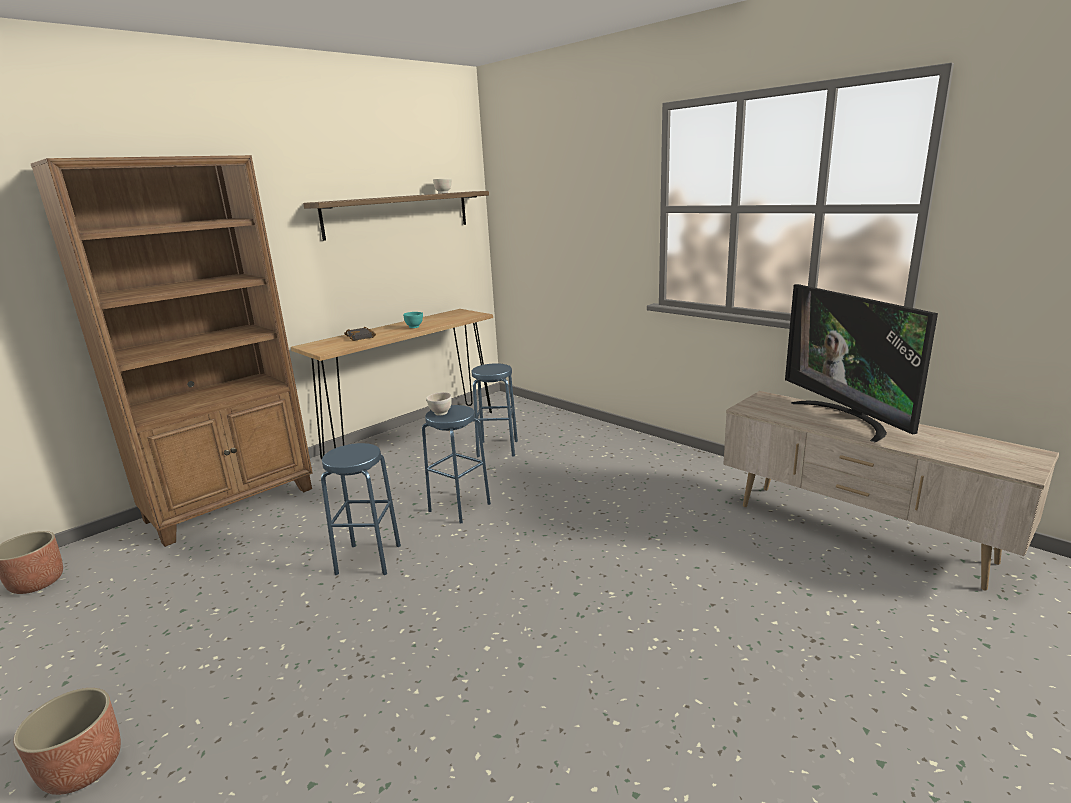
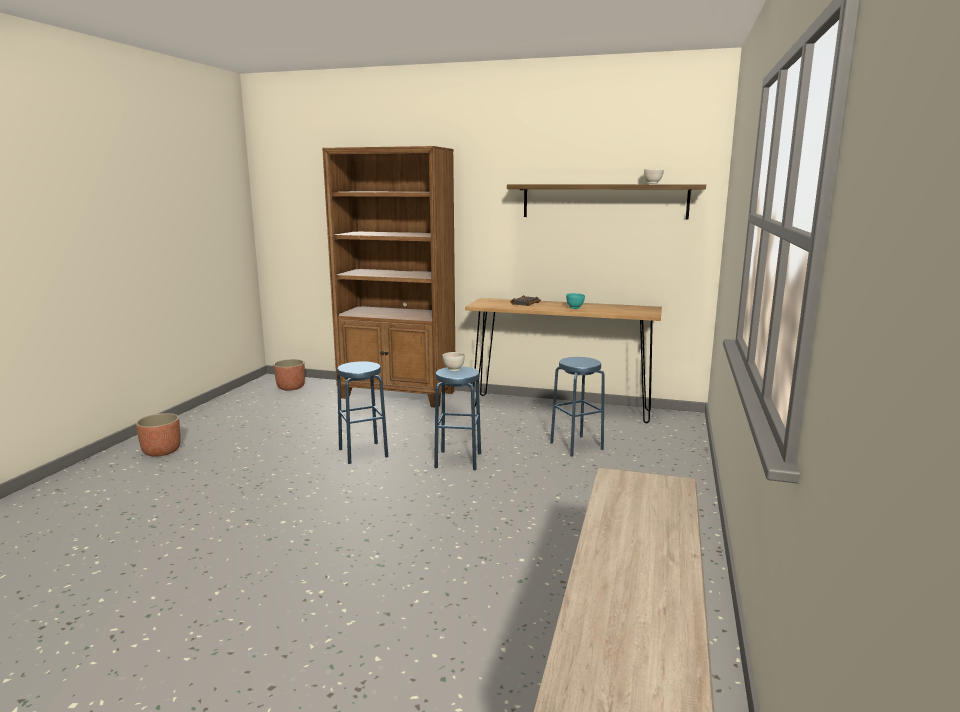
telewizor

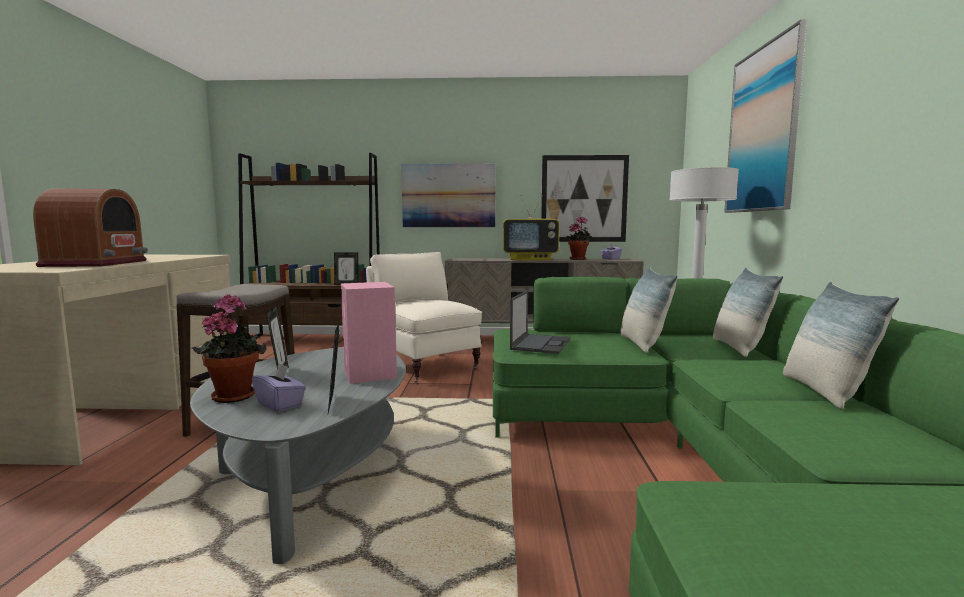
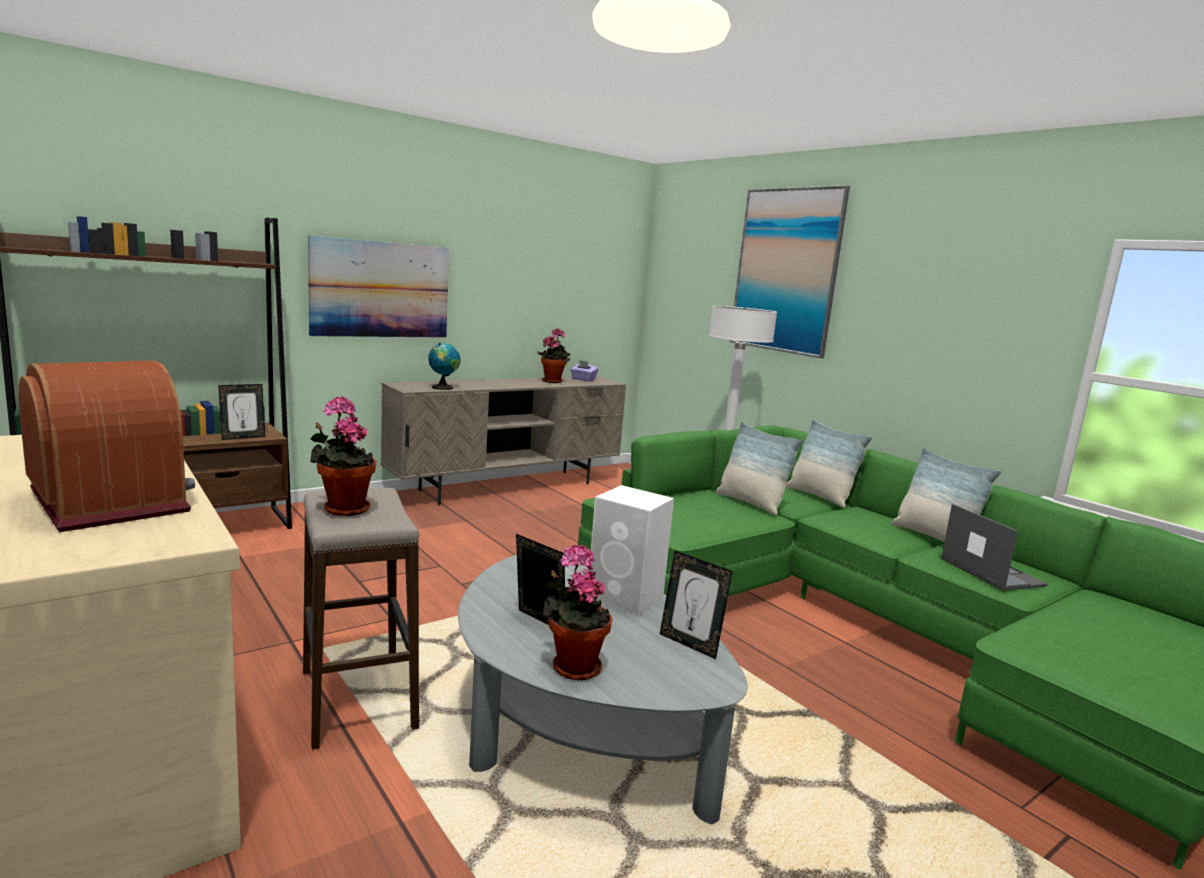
pudełko chusteczek (fioletowy) (1st from left in the first image)
głośnik (biały)
fotel (beżowy)
telewizor
laptop
obraz (2nd from left in the first image)
roślina doniczkowa (1st from left)
globus

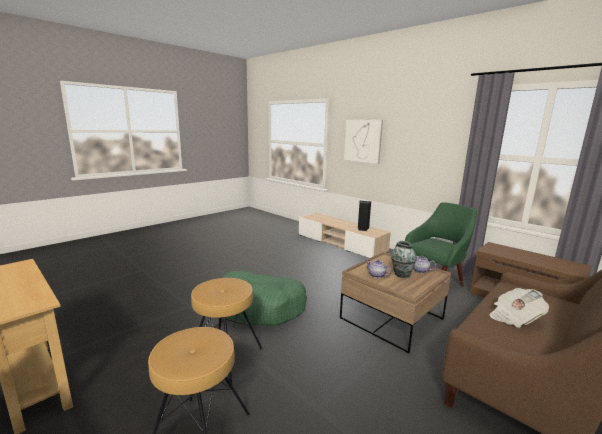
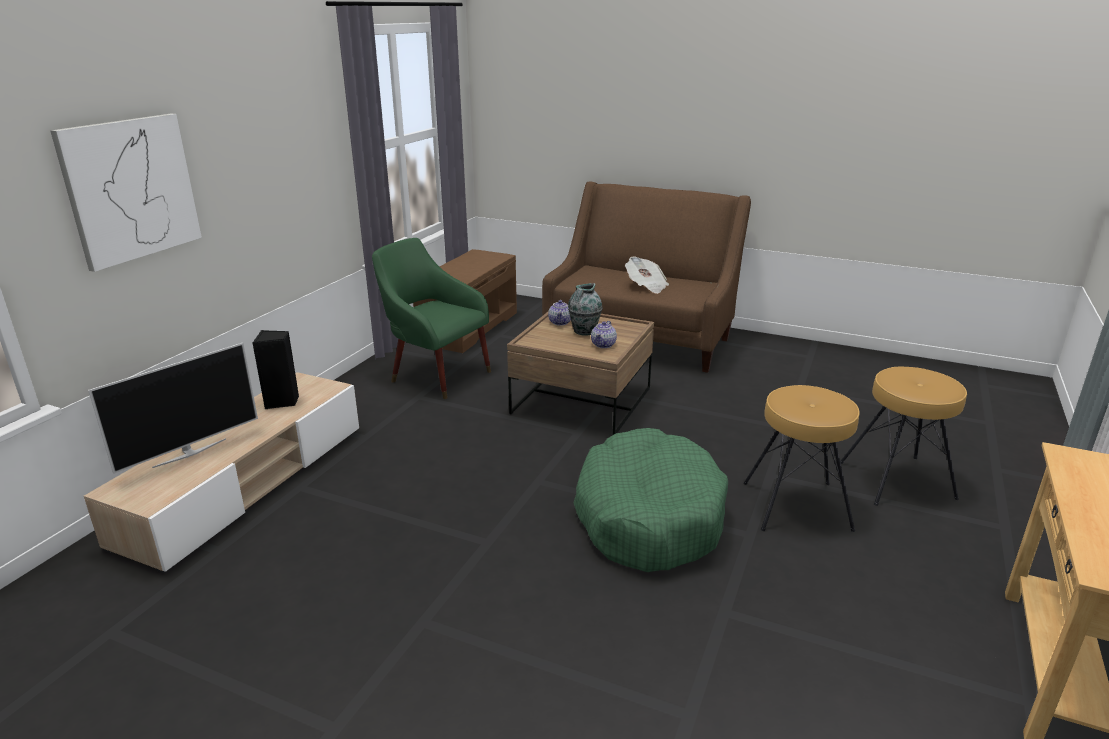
telewizor

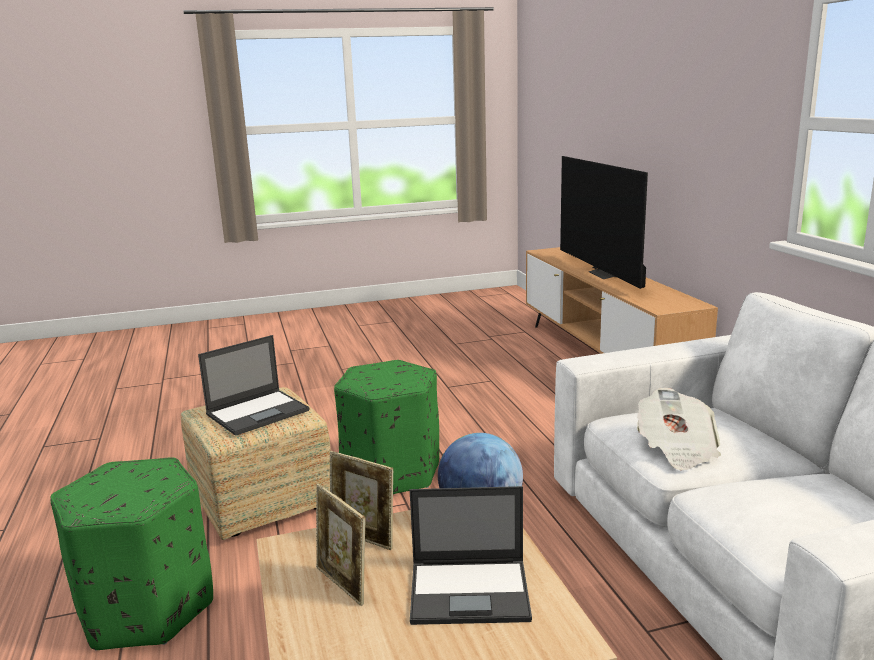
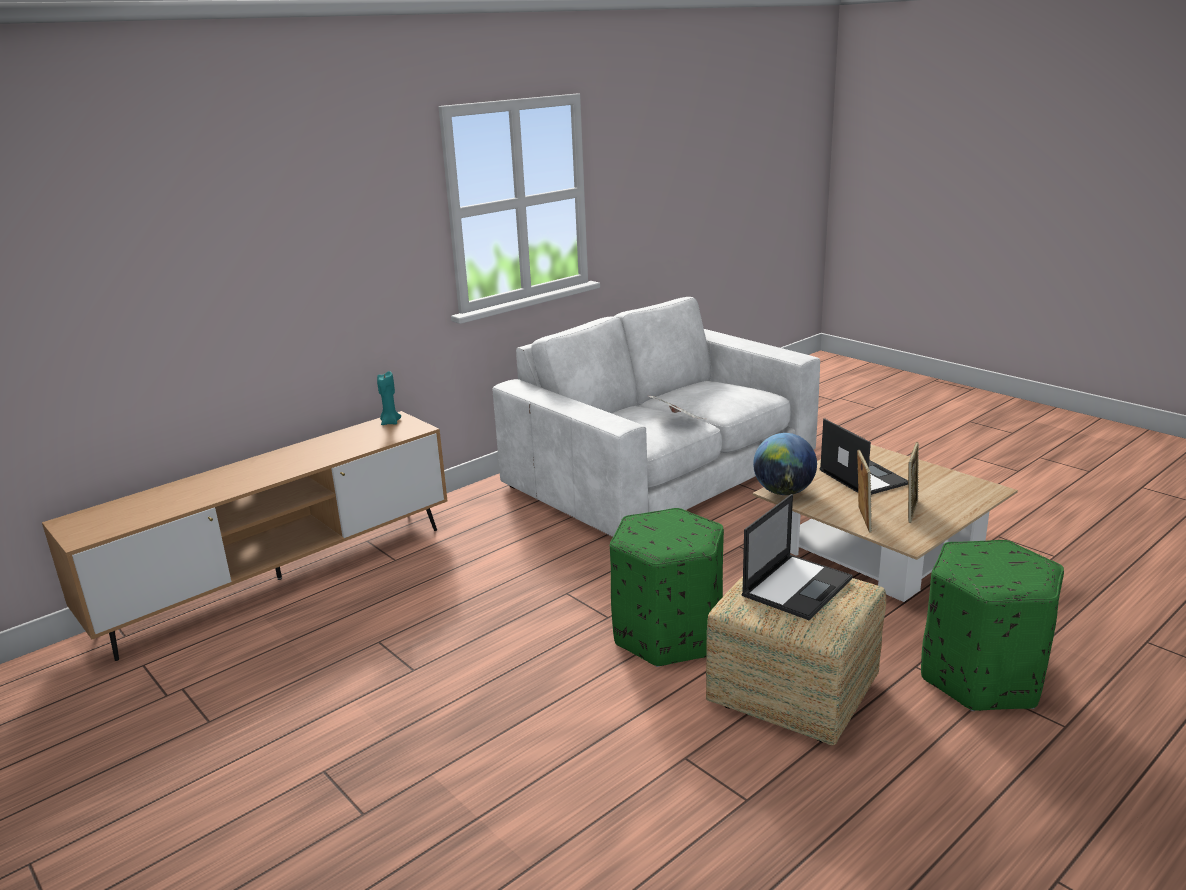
laptop (1st from left)
telewizor
świeca (turkusowy)

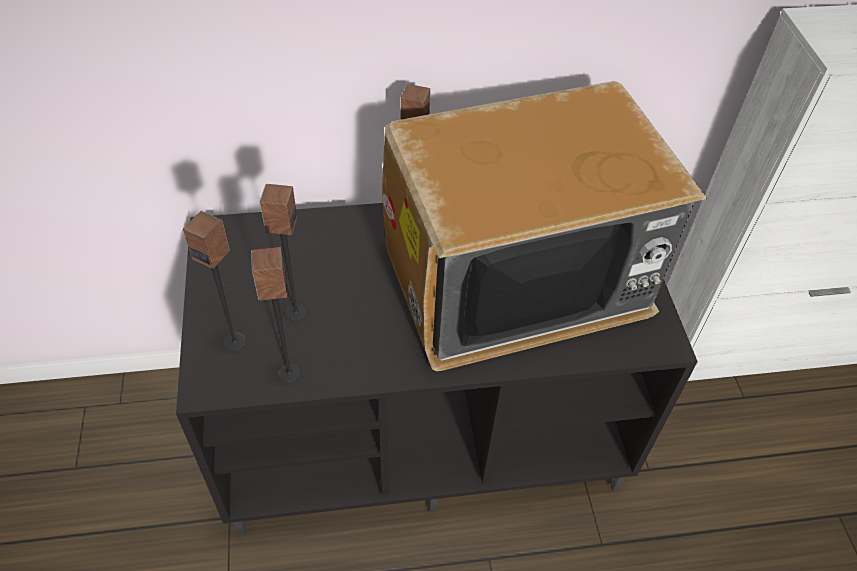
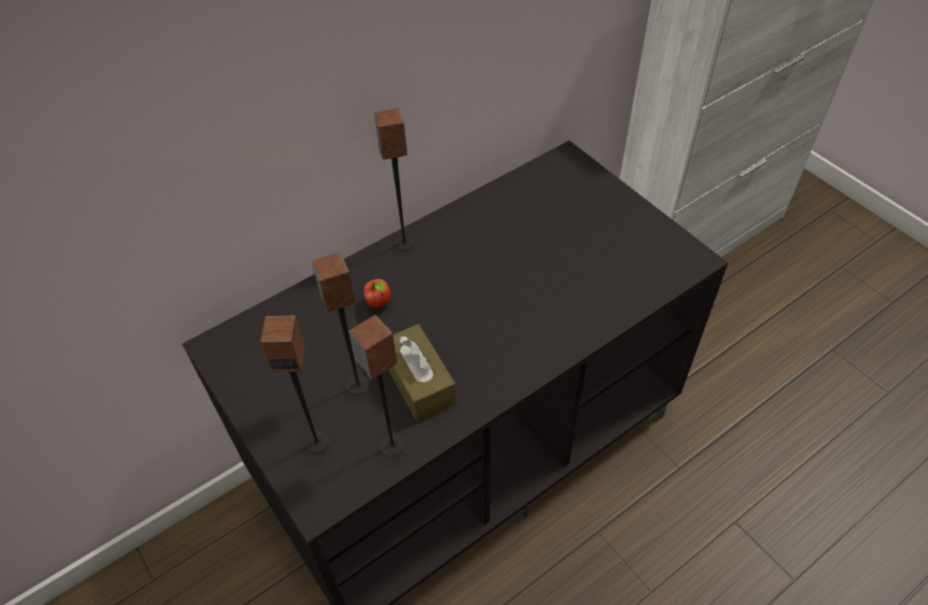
telewizor
jabłko
pudełko chusteczek (brązowy)

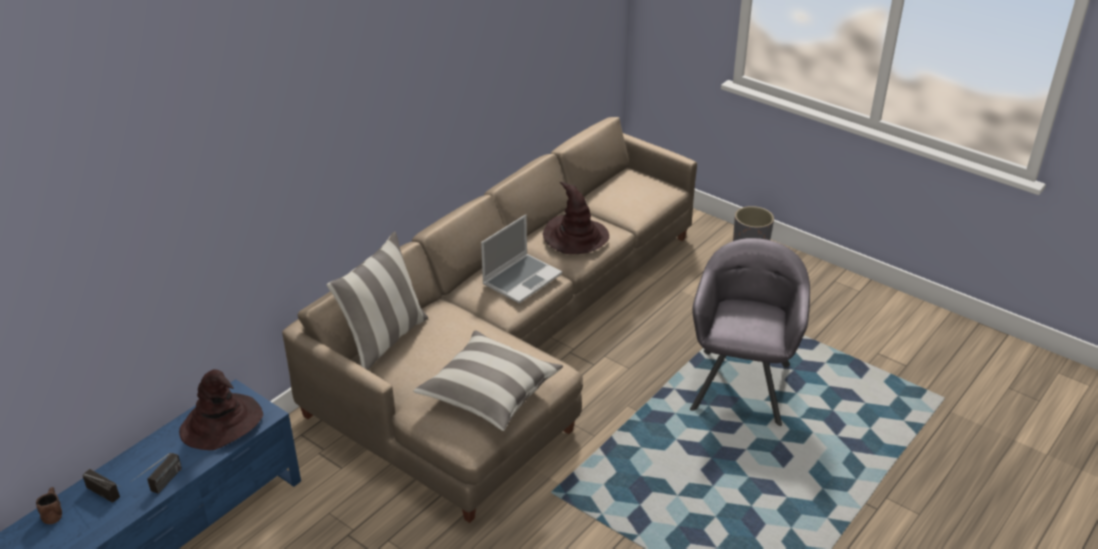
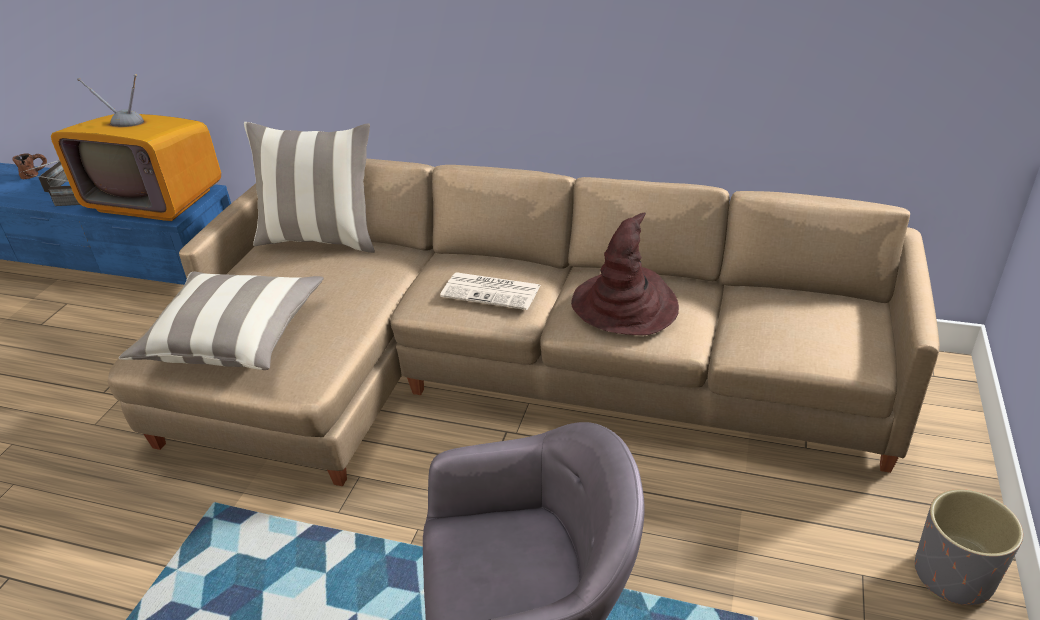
telewizor
gazeta

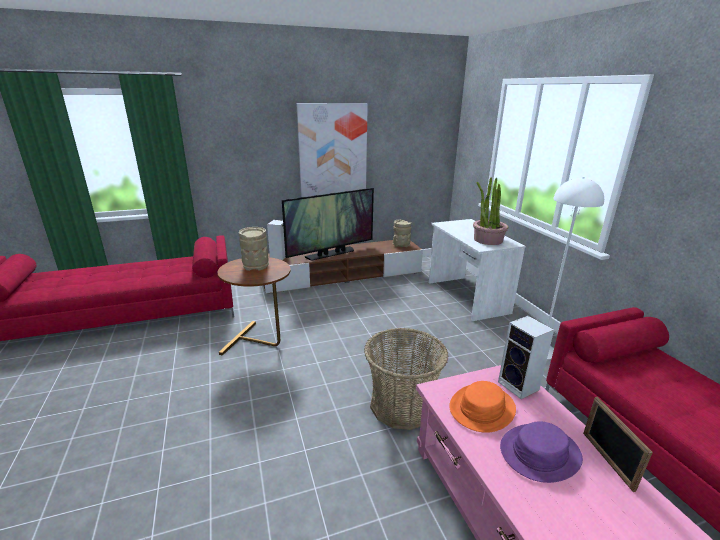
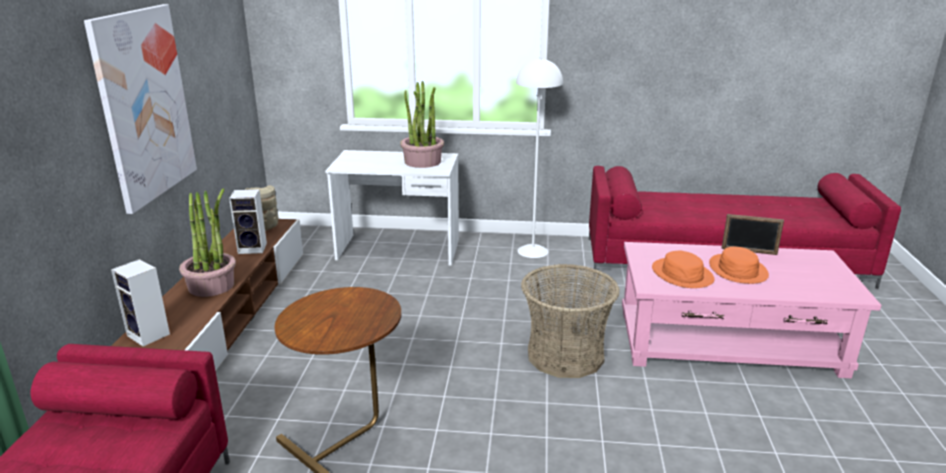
wazon (beżowy) (1st from left in the first image)
roślina doniczkowa (1st from left)
głośnik (2nd from left)
kapelusz (pomarańczowy) (2nd from left)

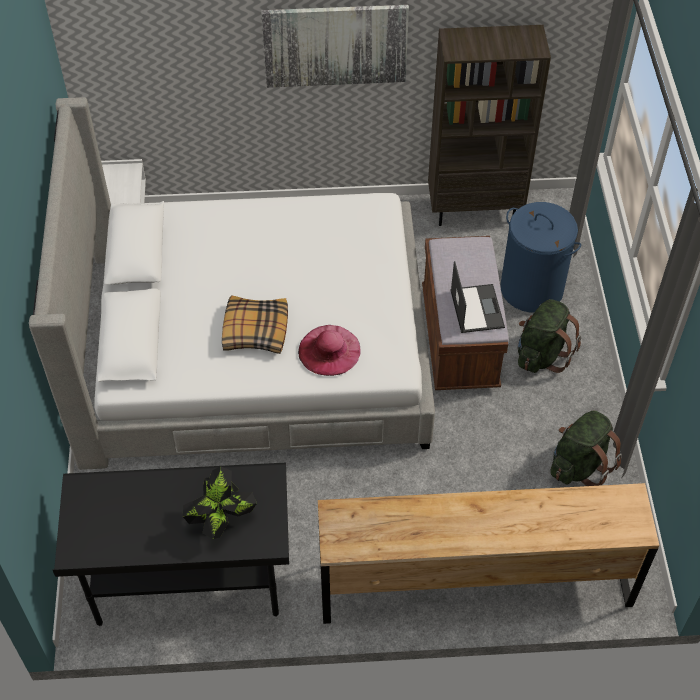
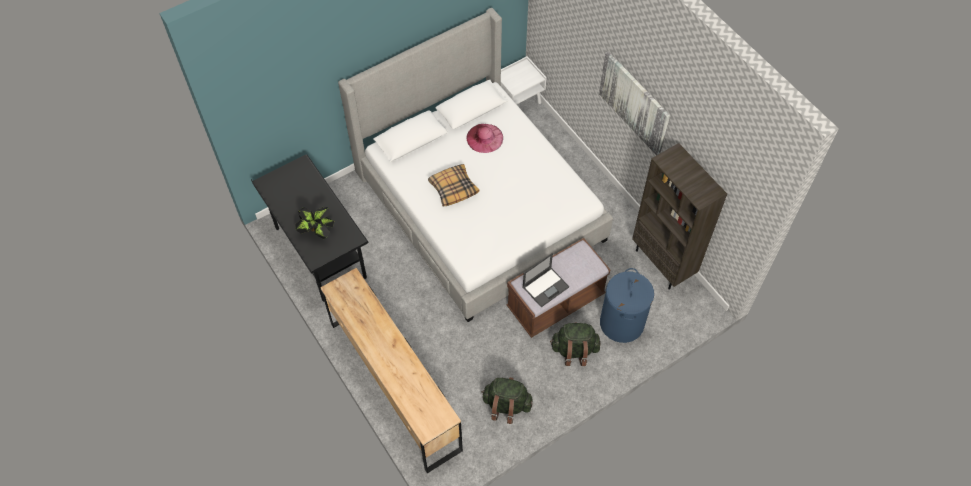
kapelusz (różowy)

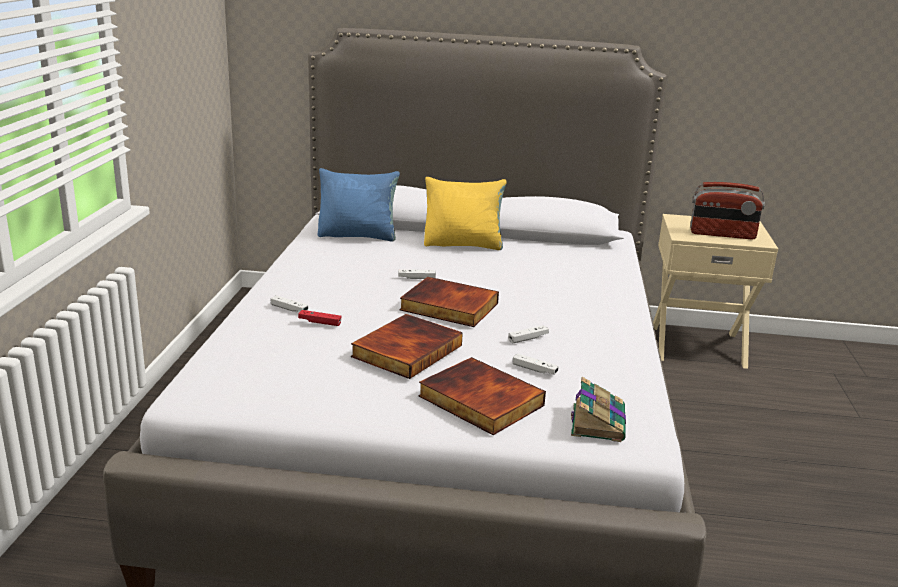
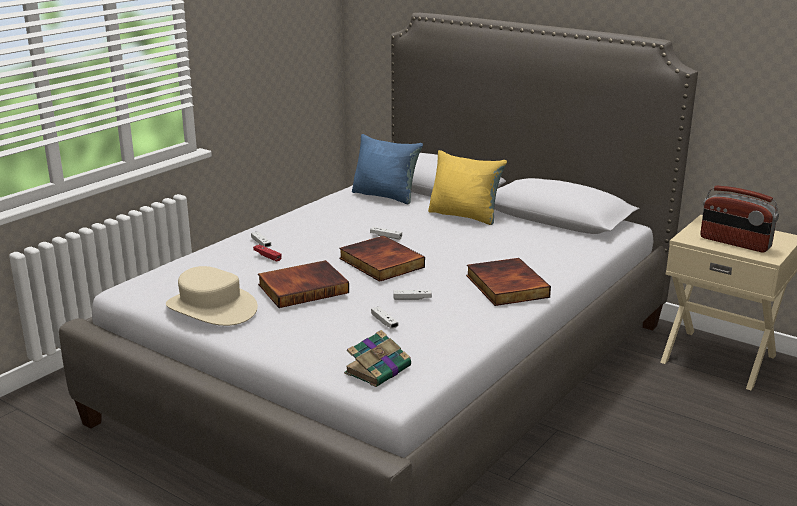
książka (4th from left)
kapelusz (beżowy)

